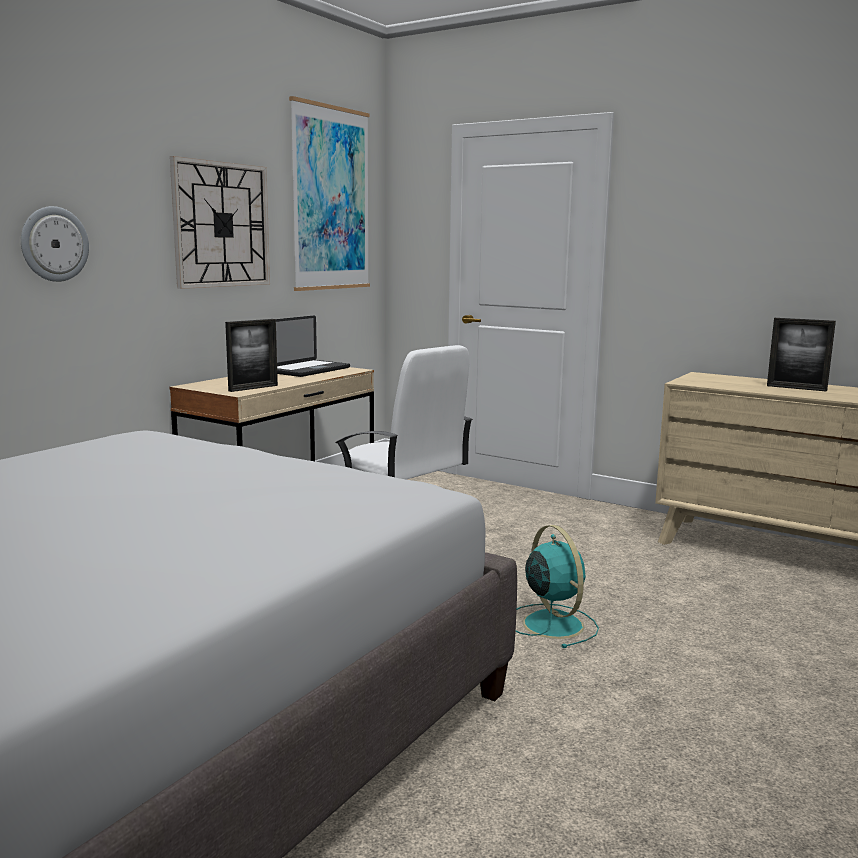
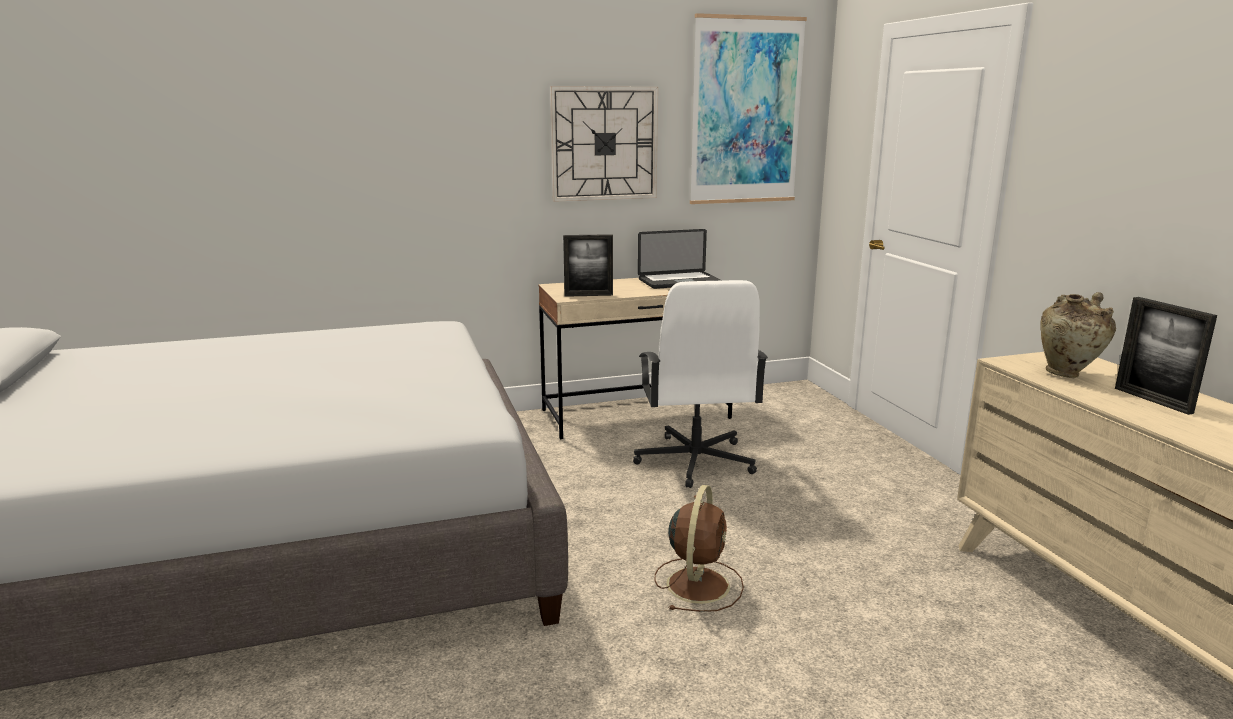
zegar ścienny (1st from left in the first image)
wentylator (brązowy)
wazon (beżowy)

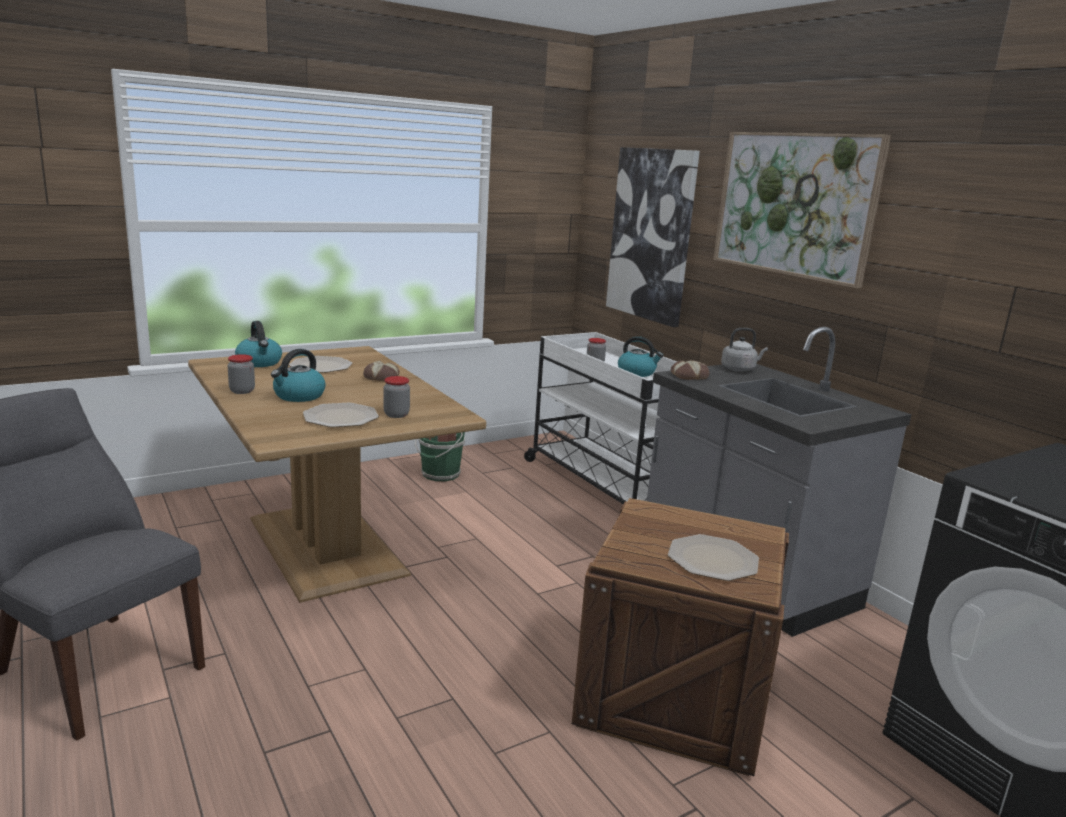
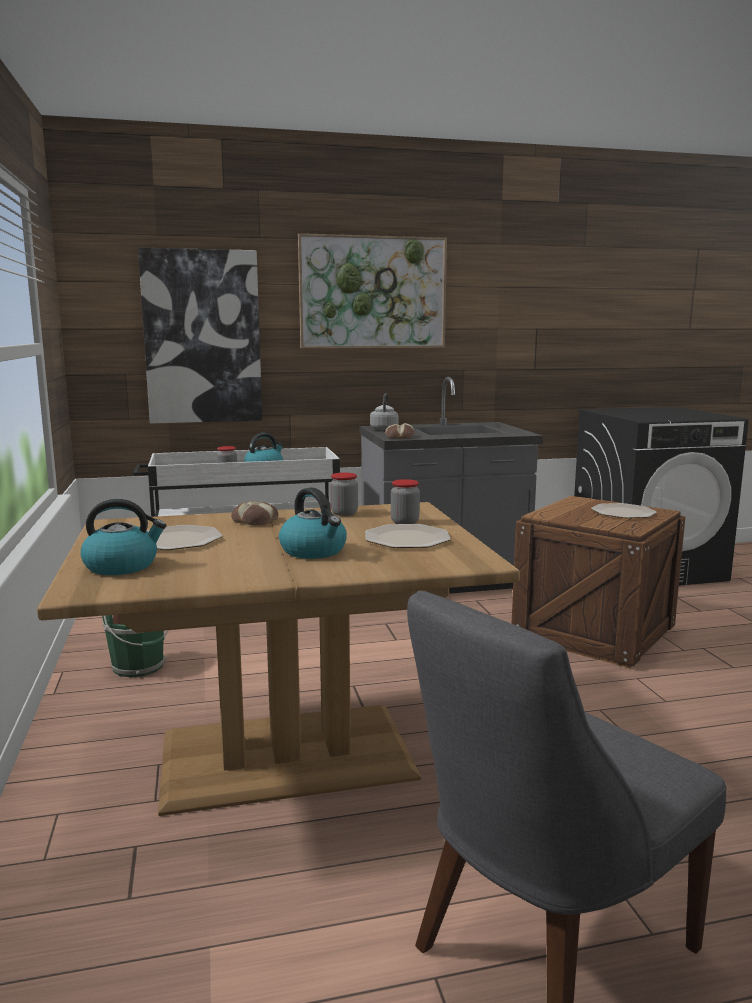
słoik (2nd from left)

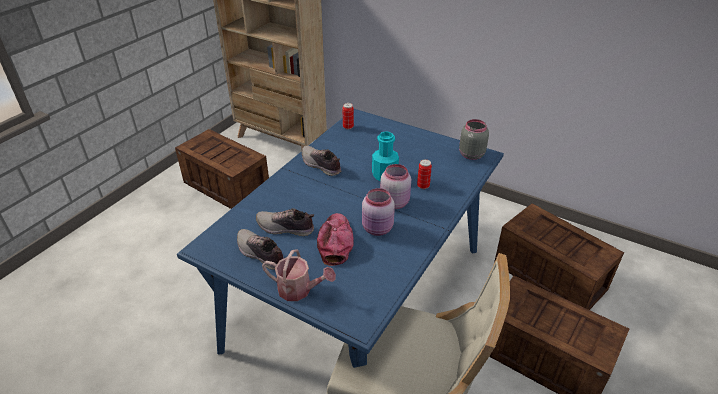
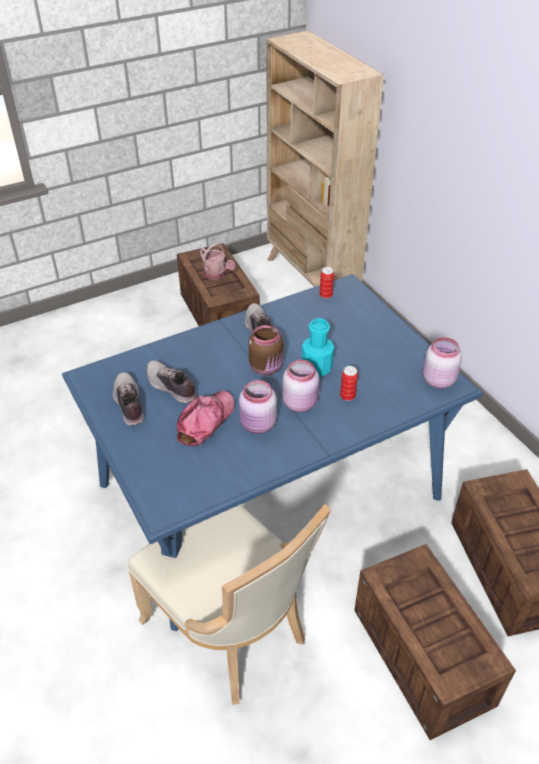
konewka
słoik (różowy) (3rd from left)
słoik (brązowy)

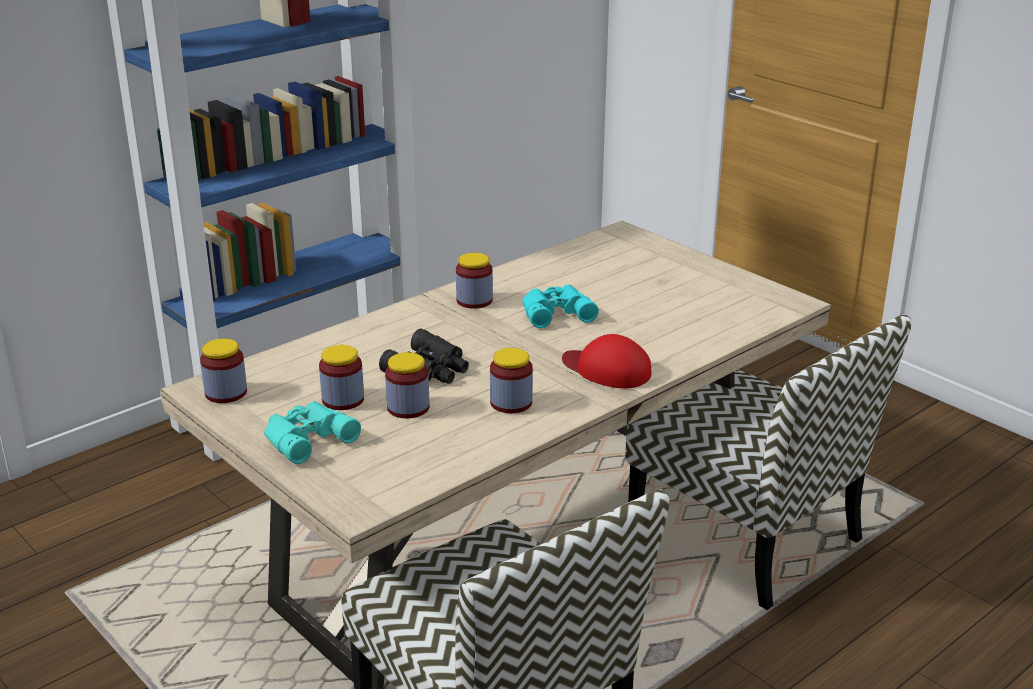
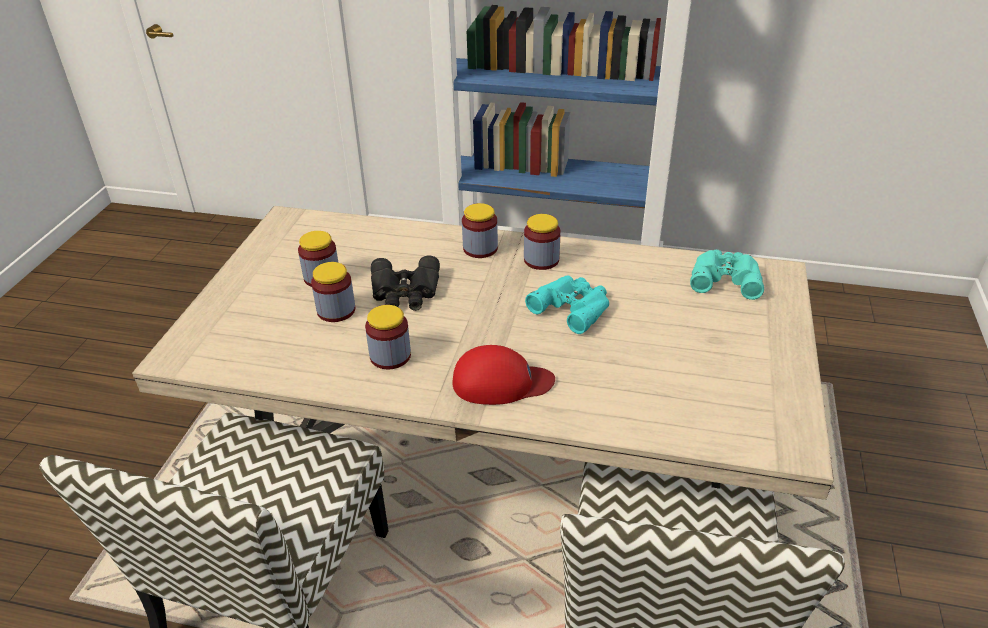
słoik (4th from left)
lornetka (turkusowy) (2nd from left)
czapka z daszkiem (czerwony)

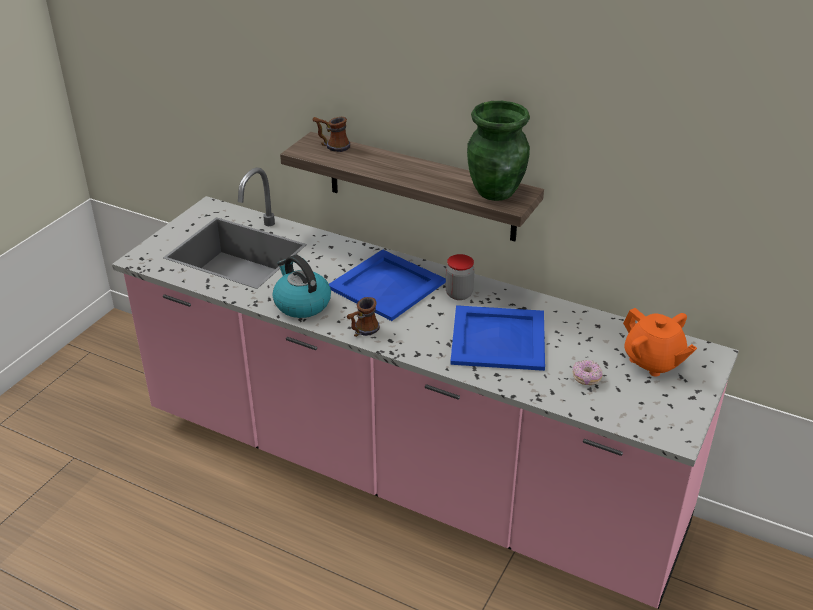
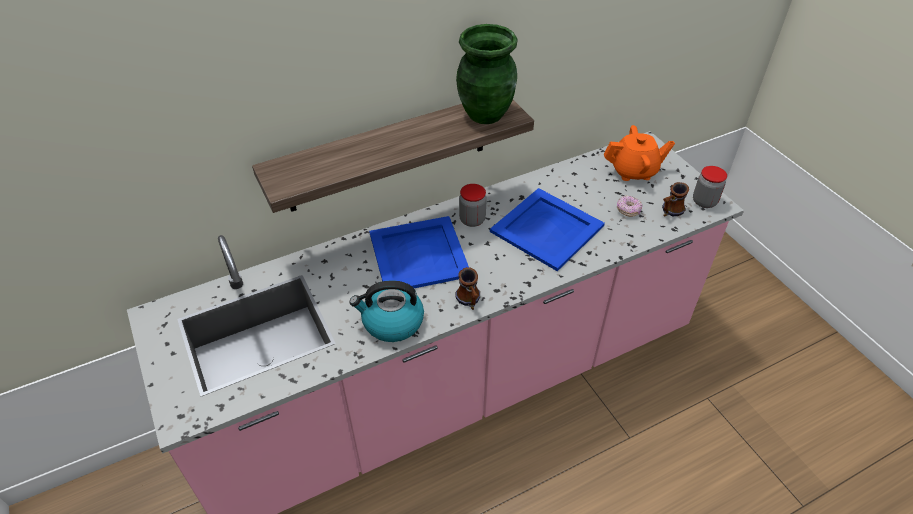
kubek (2nd from left)
słoik (2nd from left)

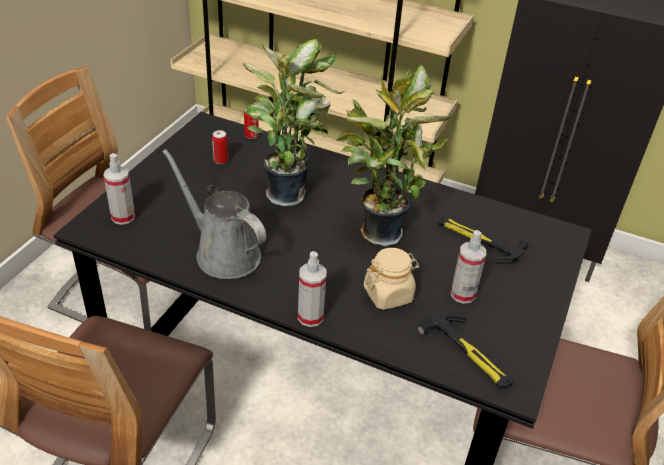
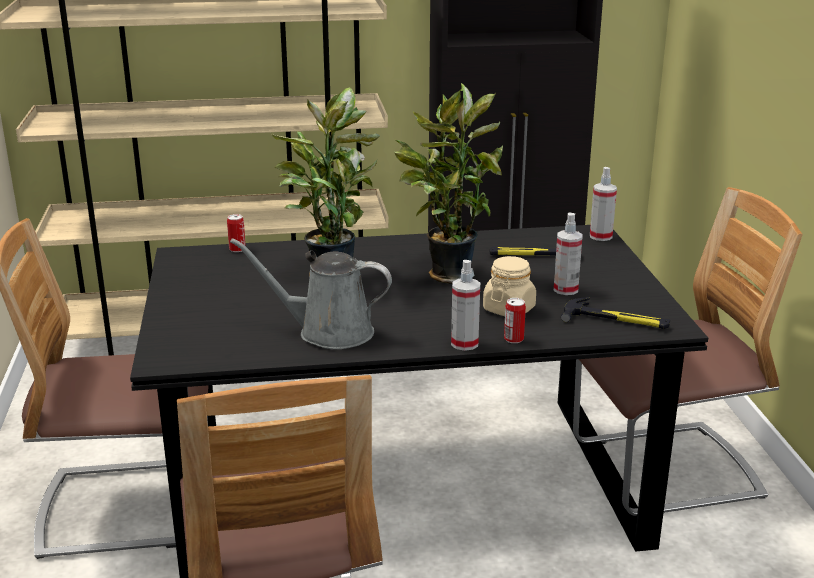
spryskiwacz (3rd from left)
puszka (2nd from left)

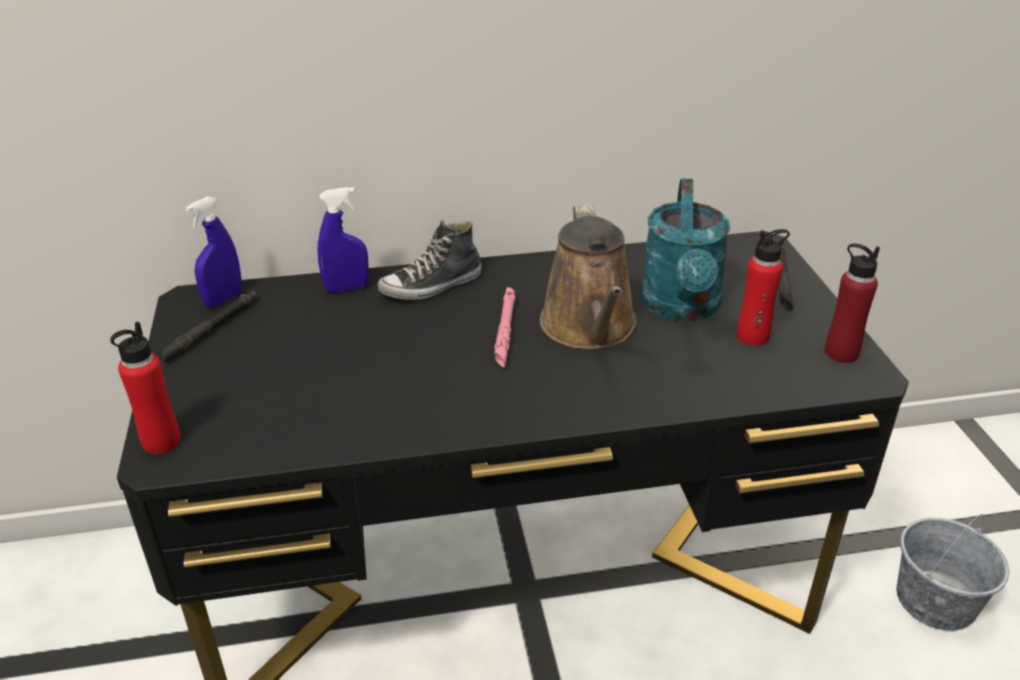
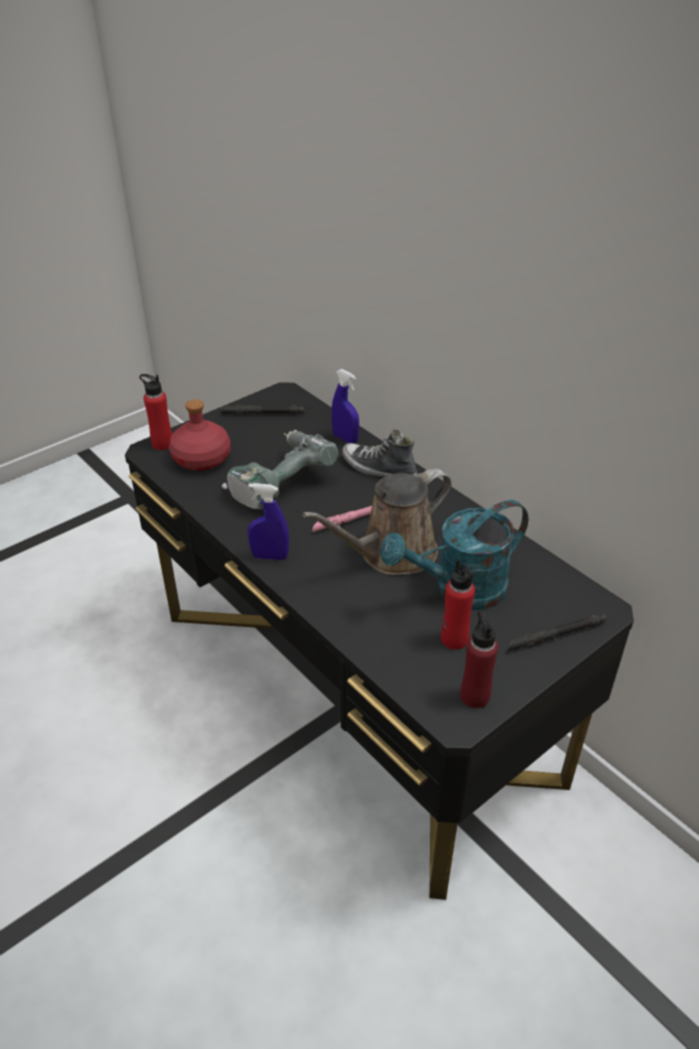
spryskiwacz (niebieski) (1st from left)
wiadro (szary)
butelka (czerwony) (2nd from left)
wiertarka

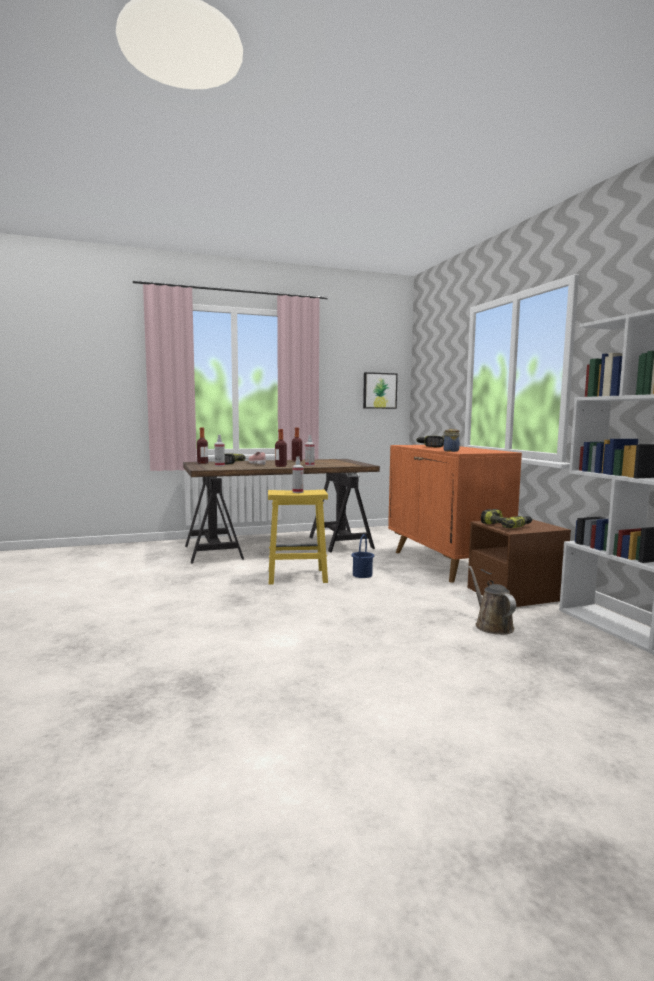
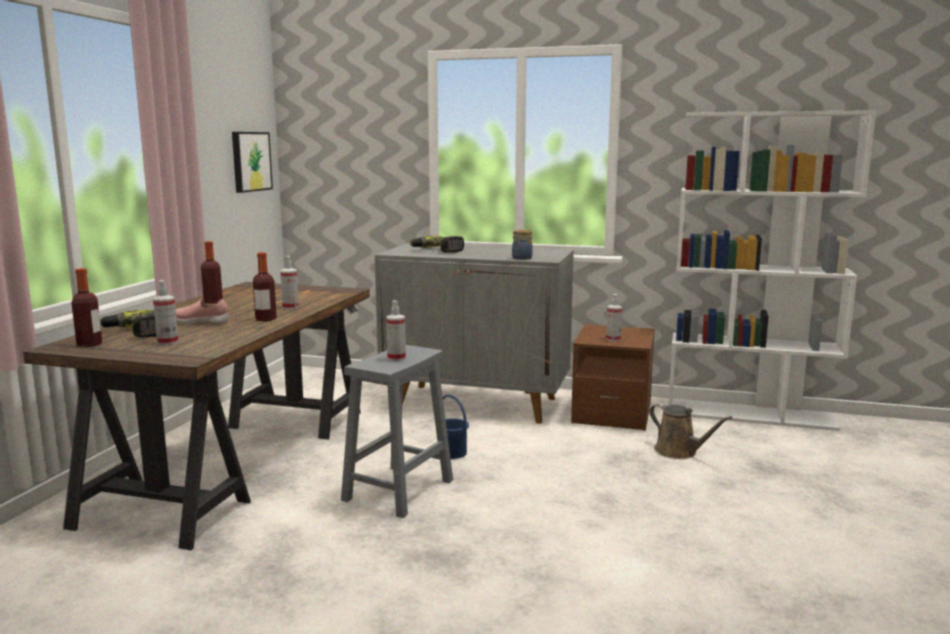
stołek (szary)
szafka (szary)
konewka (brązowy)
spryskiwacz (4th from left)

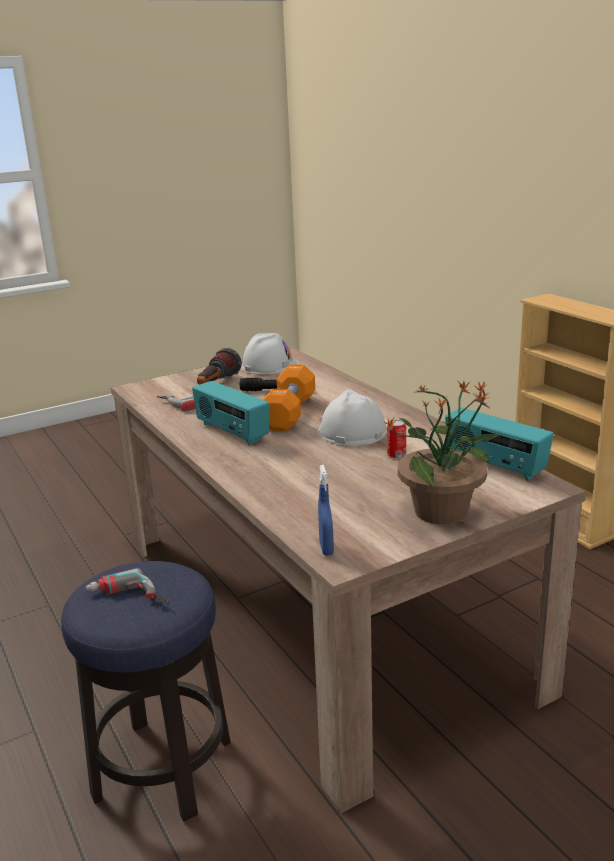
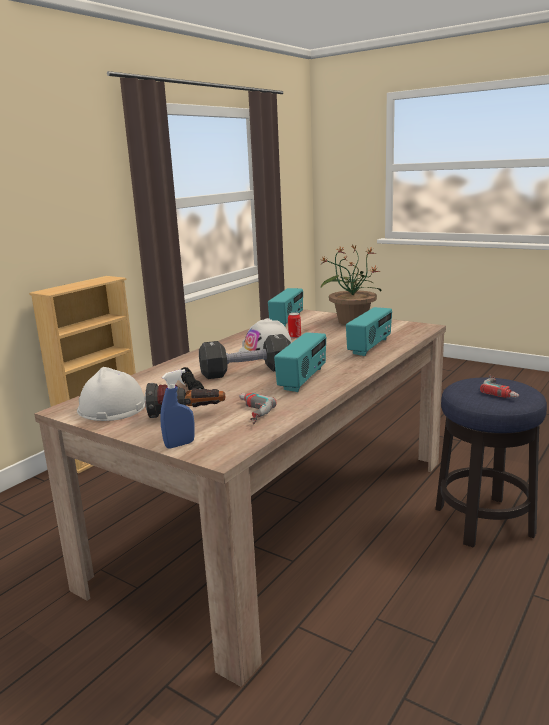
hantel (czarny)
spryskiwacz (niebieski)
radio (3rd from left)

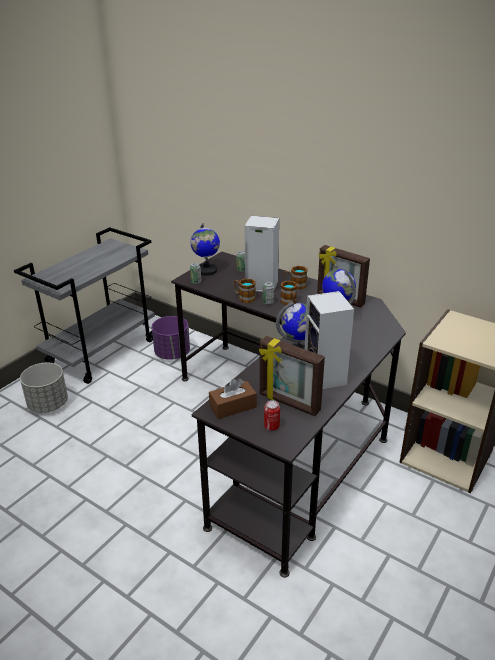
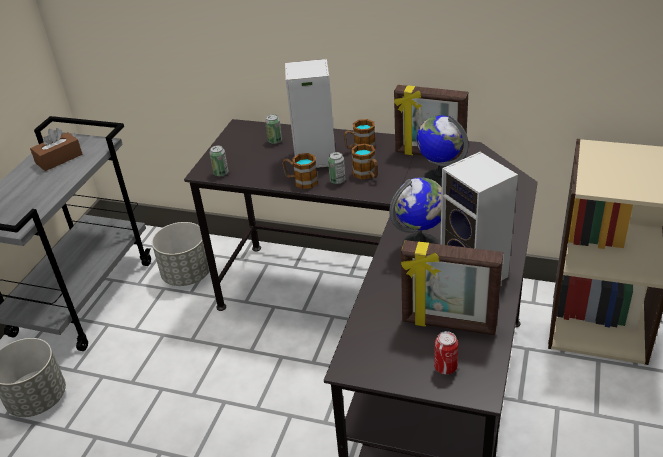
donica (szary) (2nd from left)
globus (1st from left in the first image)
pudełko chusteczek (brązowy)

